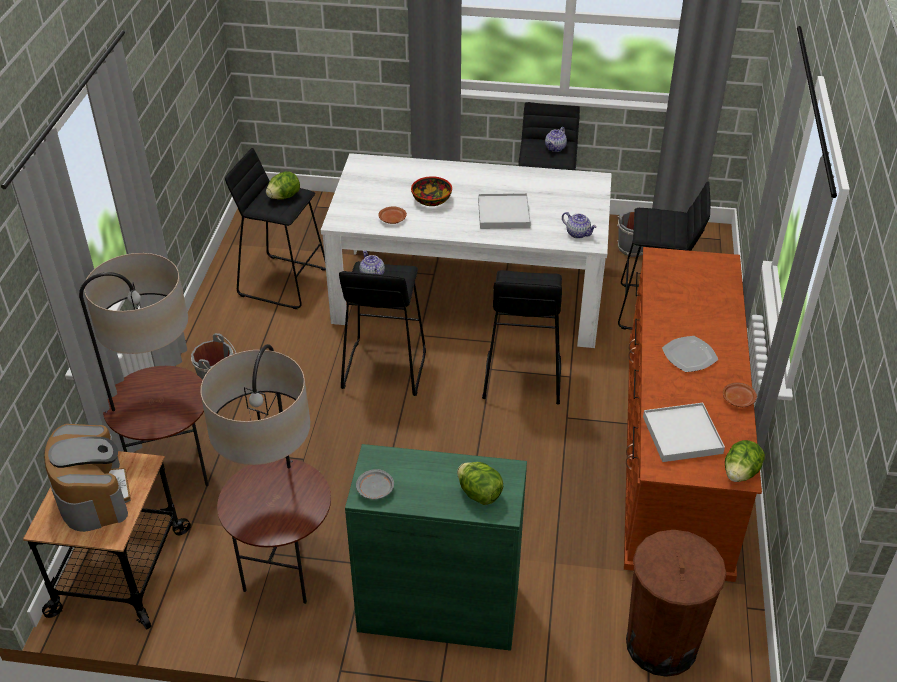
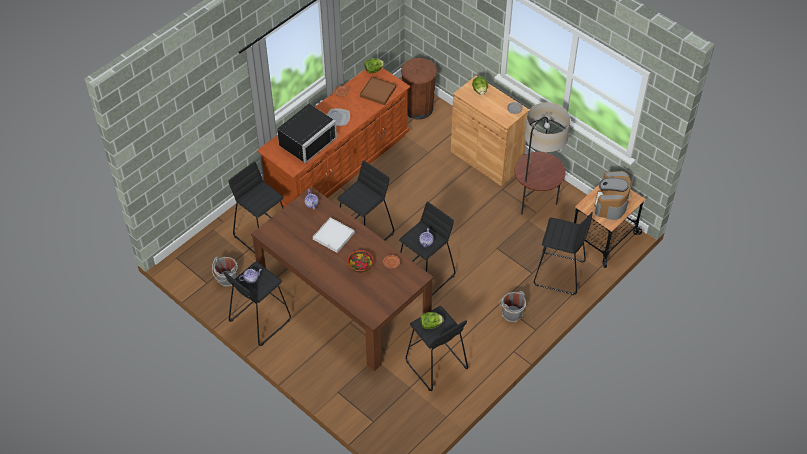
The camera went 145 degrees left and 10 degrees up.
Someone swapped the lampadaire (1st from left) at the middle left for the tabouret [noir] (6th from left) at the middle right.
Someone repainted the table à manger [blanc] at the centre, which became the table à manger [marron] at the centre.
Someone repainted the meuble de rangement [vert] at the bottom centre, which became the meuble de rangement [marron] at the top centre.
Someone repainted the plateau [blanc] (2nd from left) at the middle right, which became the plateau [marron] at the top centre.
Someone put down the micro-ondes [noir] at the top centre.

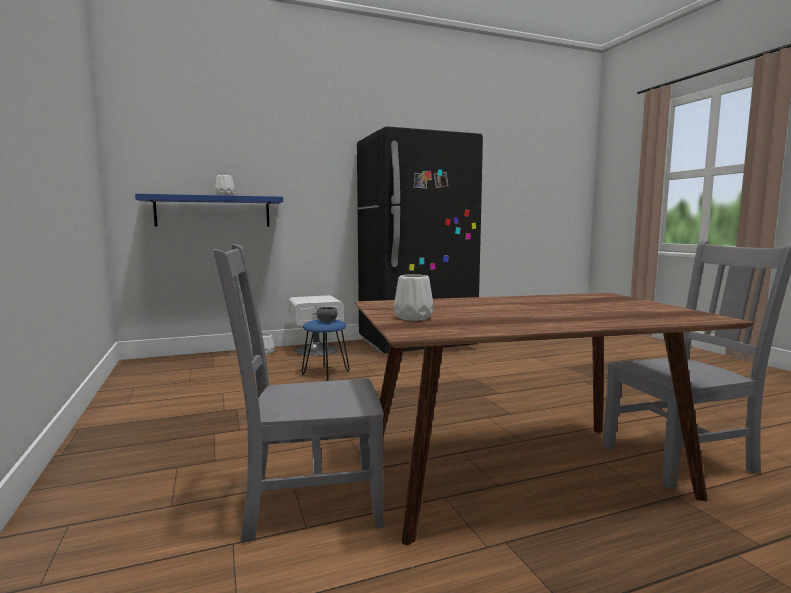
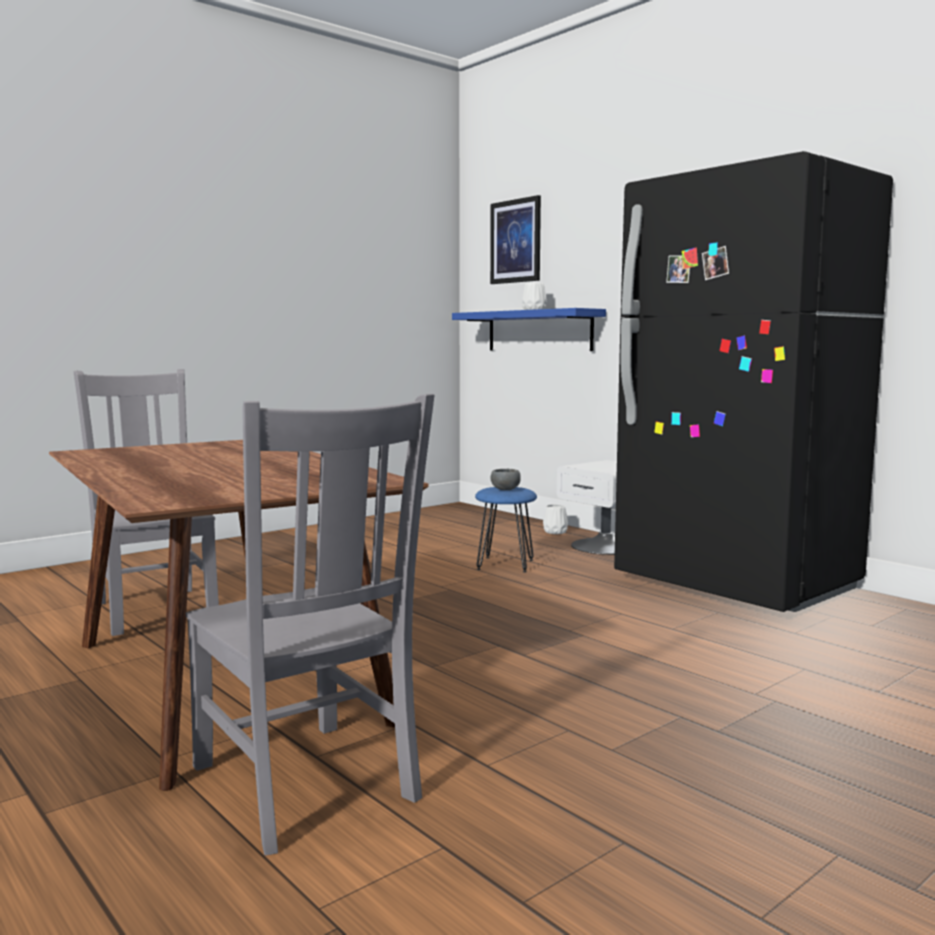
The camera went 70 degrees right and 0 degrees up.
Someone took away the vase [blanc] (3rd from left) at the centre.
Someone put up the tableau at the top centre.

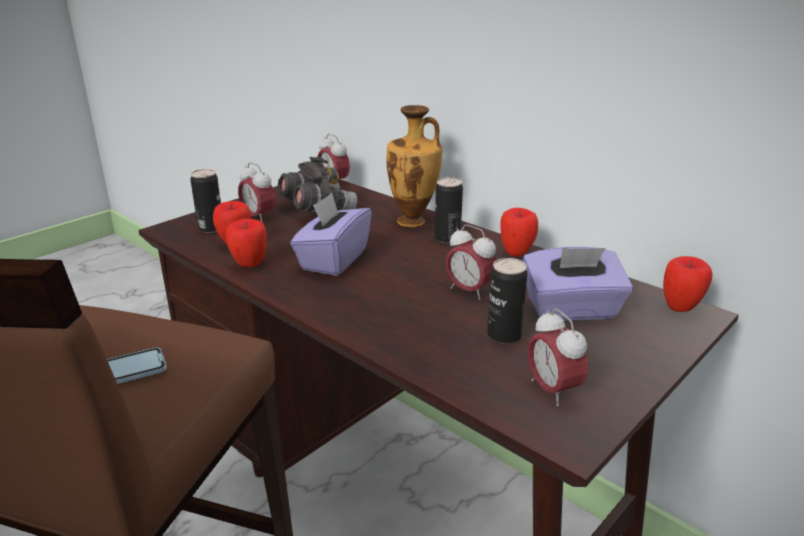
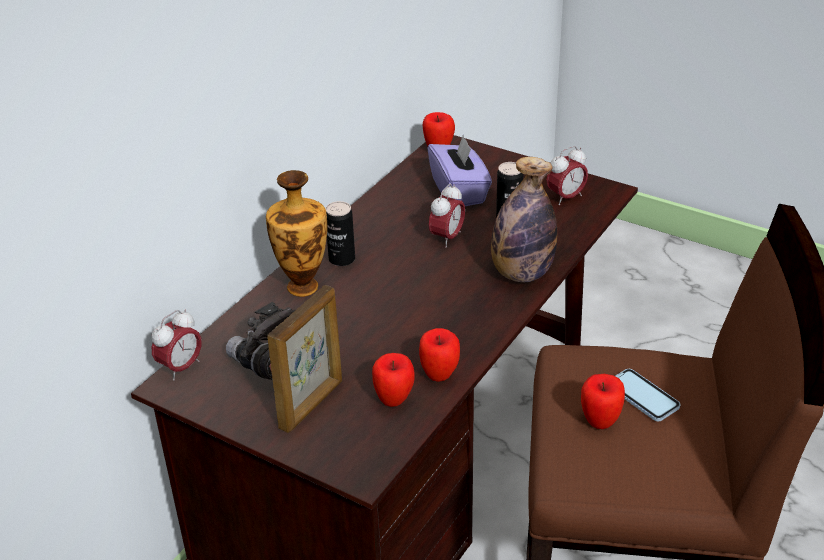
The camera went 100 degrees left and 10 degrees up.
Someone took away the boîte métallique (1st from left) at the middle left.
Someone swapped the réveil (1st from left) at the middle left for the cadre photo at the centre.
Someone took away the boîte à mouchoirs [violet] (1st from left) at the centre.
Someone carried the pomme (3rd from left in the first image) from the centre to the bottom right.
Someone put down the bouteille at the centre.

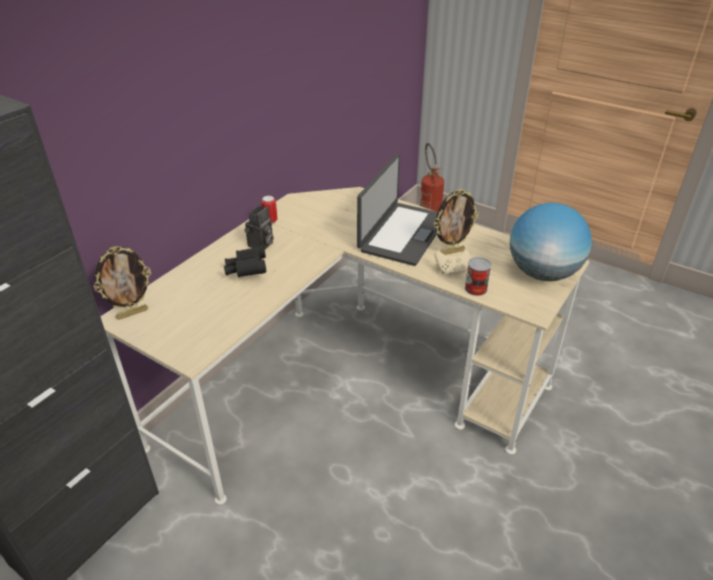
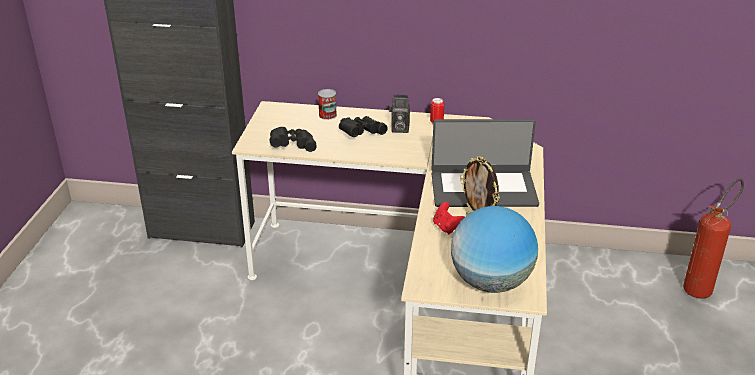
The camera went 65 degrees right and 5 degrees down.
Someone took away the cadre photo (1st from left) at the middle left.
Someone repainted the manette [beige] at the centre, which became the manette [rouge] at the centre.
Someone carried the boîte métallique (2nd from left in the first image) from the middle right to the top centre.
Someone put down the jumelles [noir] (1st from left) at the centre.

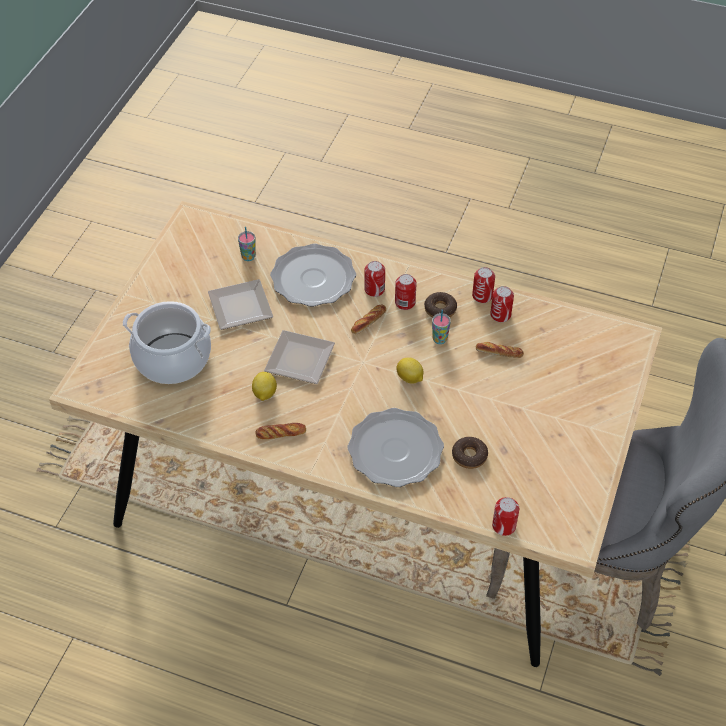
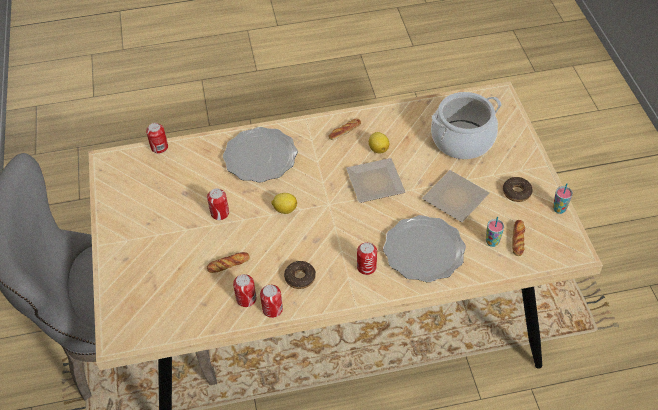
The camera went 150 degrees right and 0 degrees up.
Someone carried the pain (2nd from left in the first image) from the centre to the middle right.
Someone carried the boîte métallique (2nd from left) from the centre to the middle left.
Someone carried the tasse (2nd from left) from the centre to the middle right.
Someone carried the beignet (2nd from left) from the centre to the middle right.

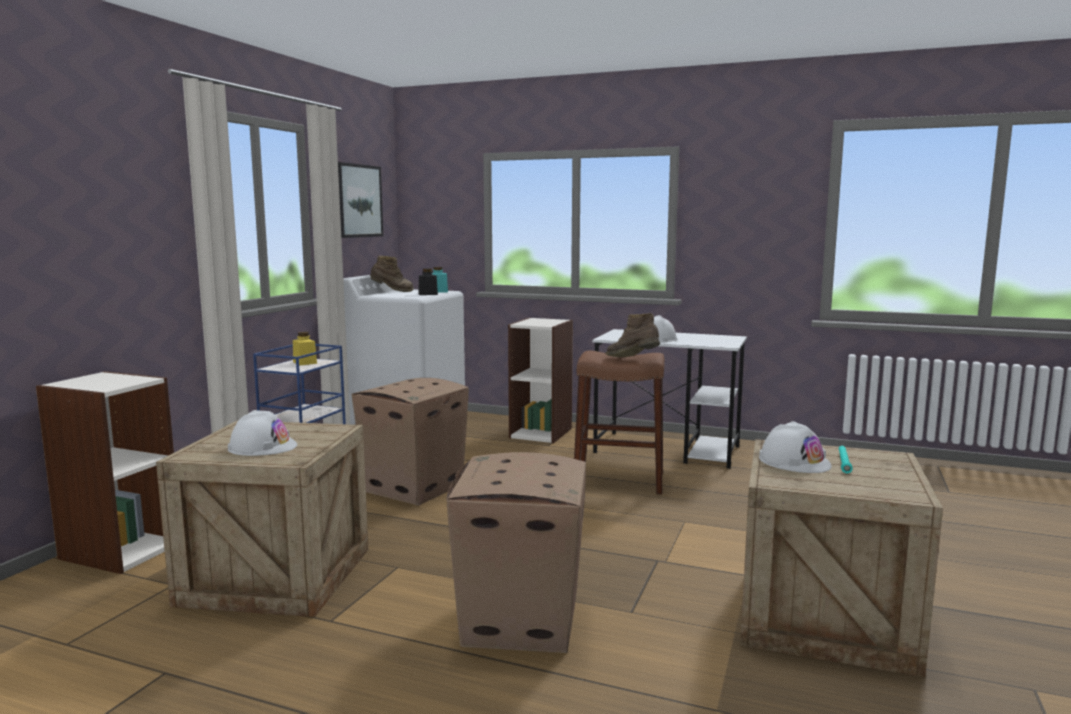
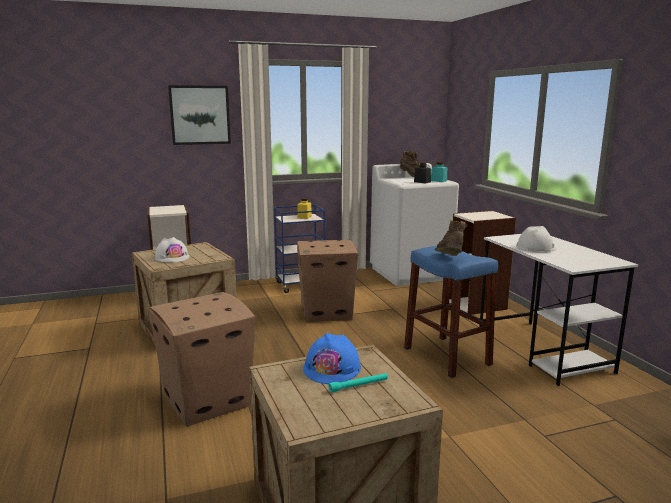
The camera went 50 degrees right and 5 degrees up.
Someone carried the tableau from the top centre to the top left.
Someone repainted the tabouret [marron] at the centre, which became the tabouret [bleu] at the middle right.
Someone repainted the casque de chantier [blanc] (3rd from left) at the middle right, which became the casque de chantier [bleu] at the bottom centre.

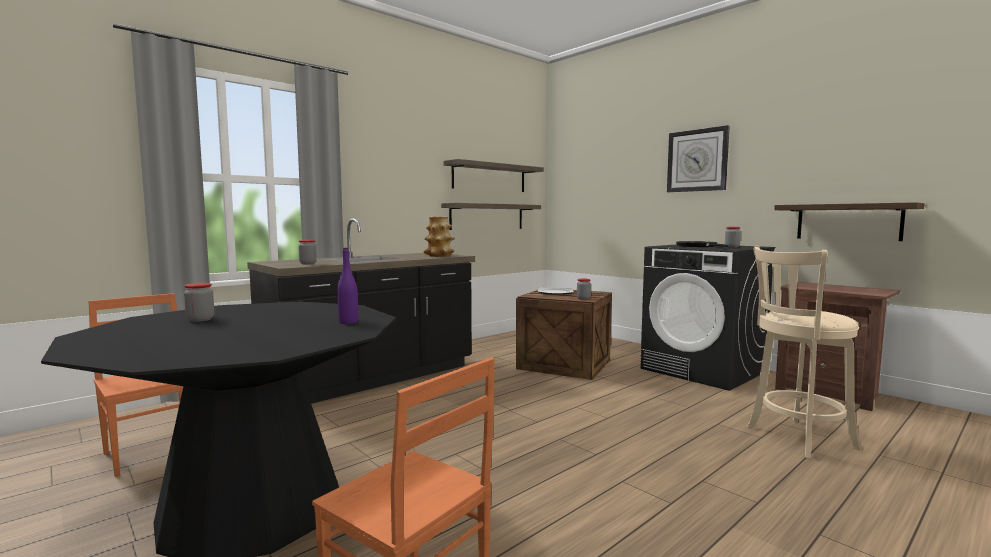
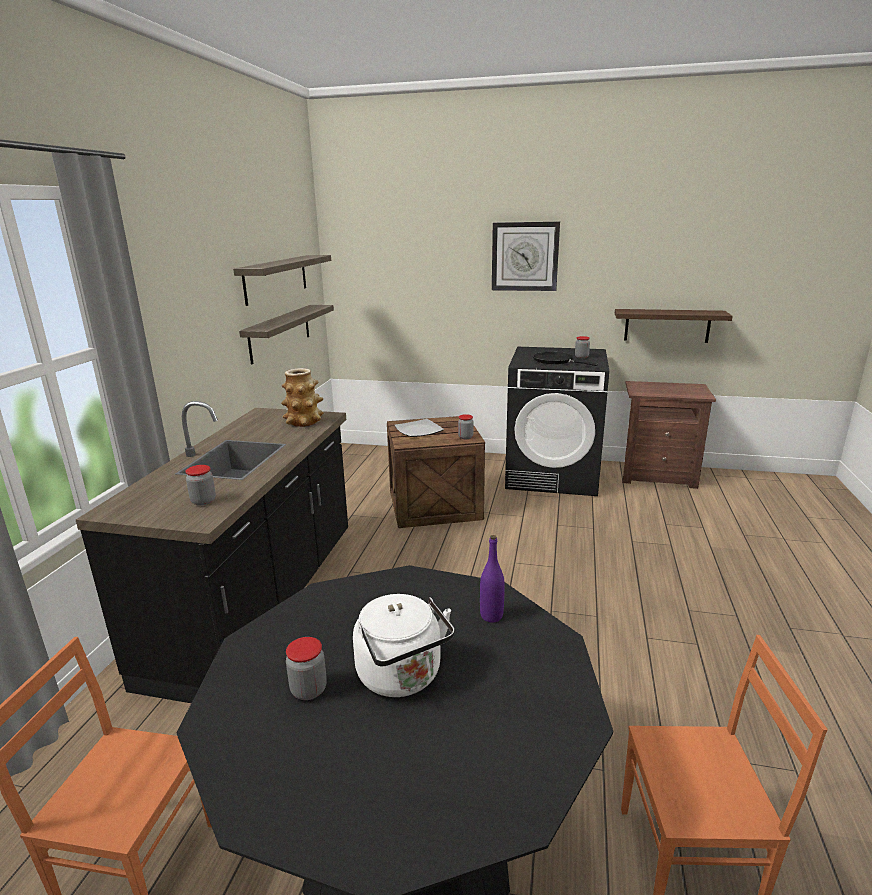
The camera went 35 degrees left and 15 degrees up.
Someone took away the tabouret [beige] at the middle right.
Someone put down the bouilloire [blanc] at the bottom centre.

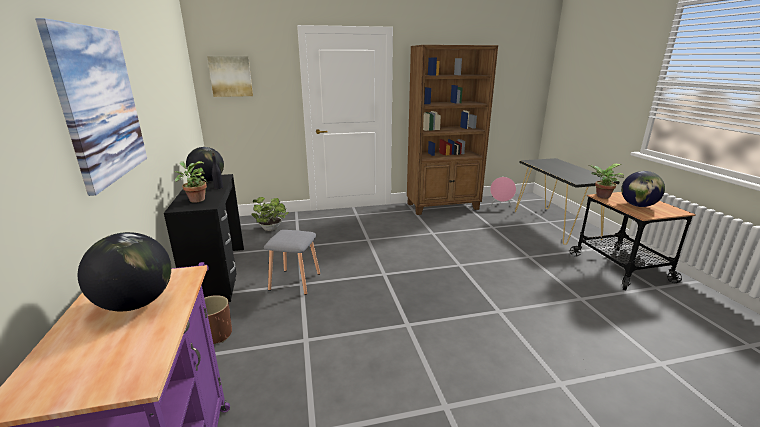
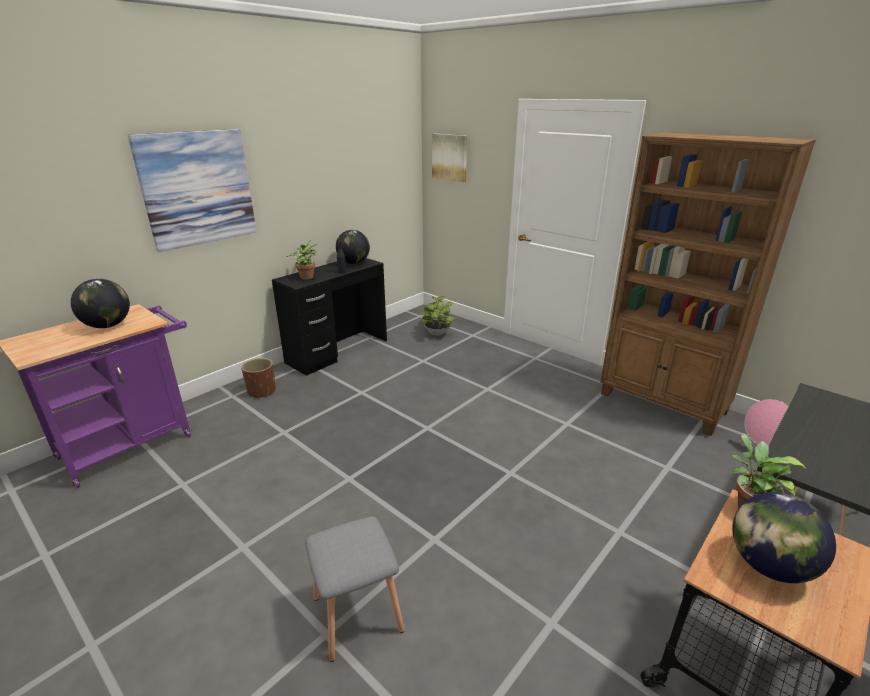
The camera went 55 degrees right and 5 degrees up.
Someone carried the tabouret [gris] from the centre to the bottom centre.

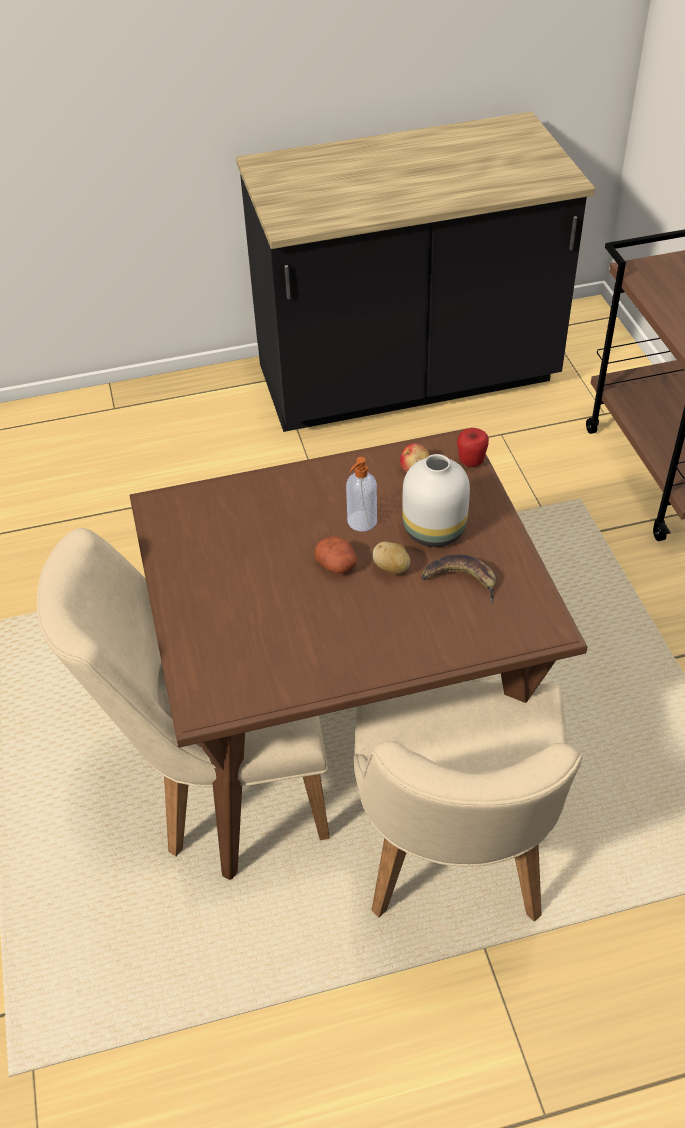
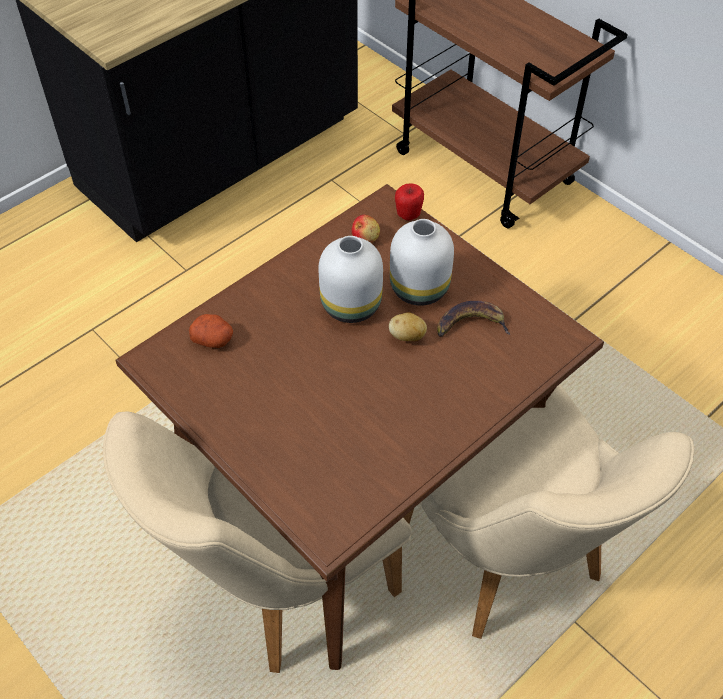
The camera went 30 degrees left and 5 degrees up.
Someone carried the pomme de terre (1st from left) from the centre to the middle left.
Someone swapped the distributeur de savon at the centre for the vase [blanc] (1st from left) at the centre.

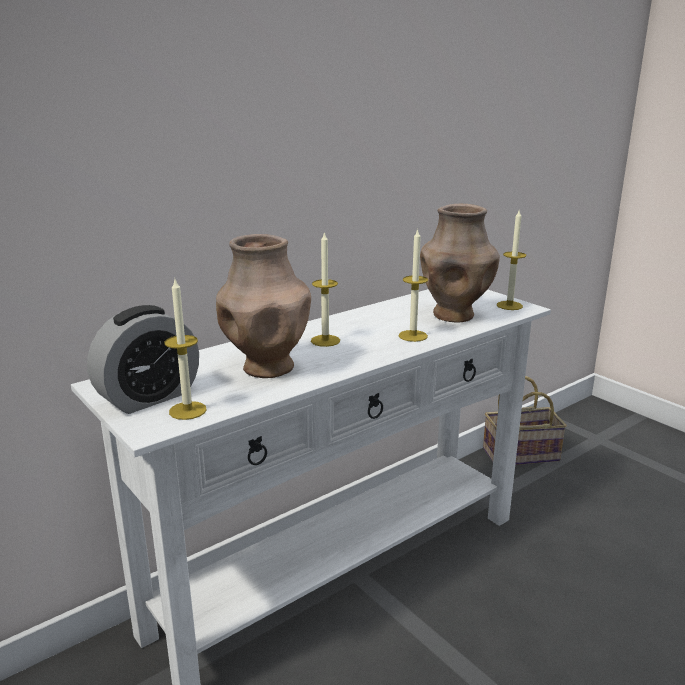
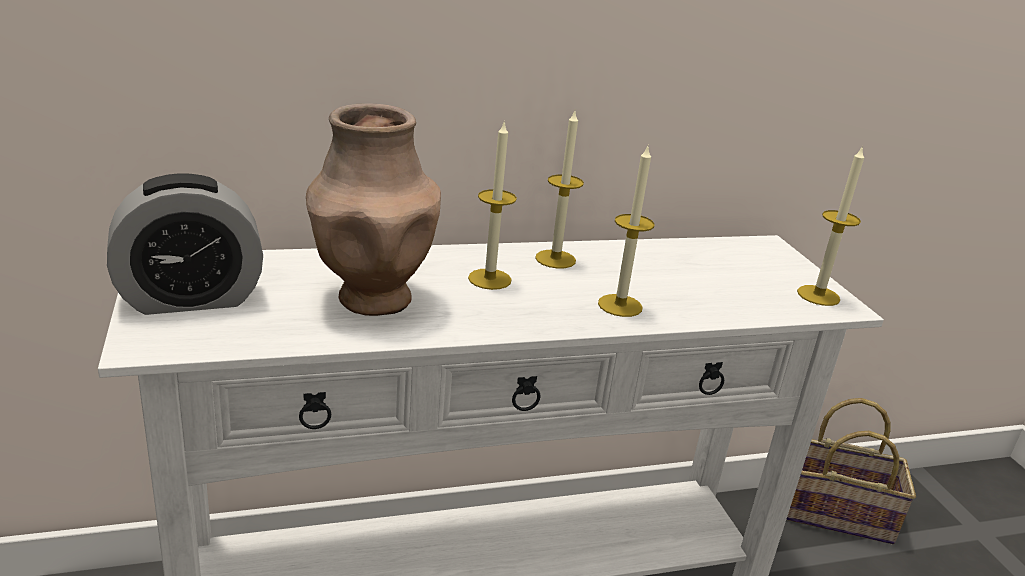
The camera went 20 degrees right and 5 degrees up.
Someone carried the bougie (1st from left in the first image) from the middle left to the top centre.
Someone took away the vase [marron] (2nd from left) at the middle right.

